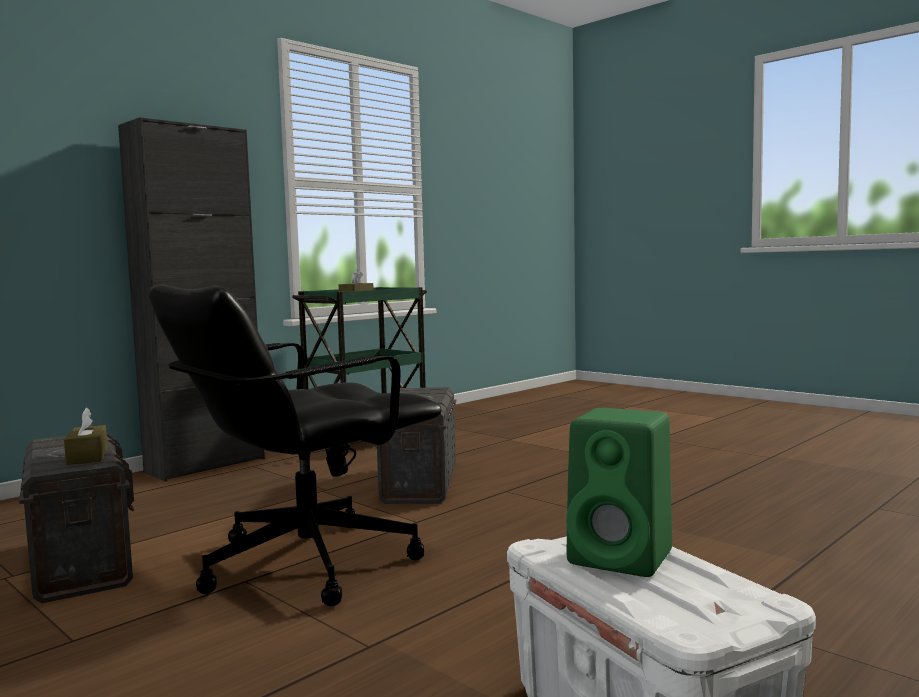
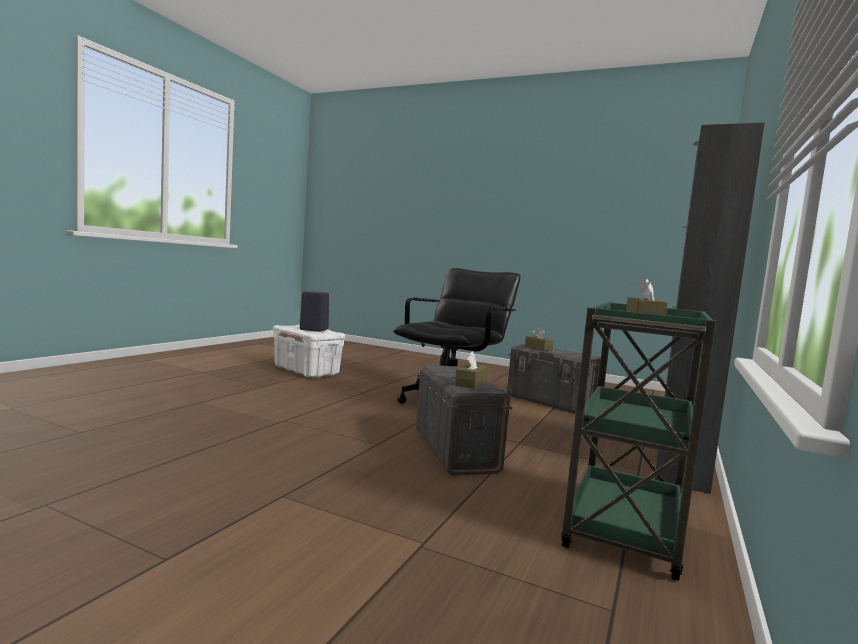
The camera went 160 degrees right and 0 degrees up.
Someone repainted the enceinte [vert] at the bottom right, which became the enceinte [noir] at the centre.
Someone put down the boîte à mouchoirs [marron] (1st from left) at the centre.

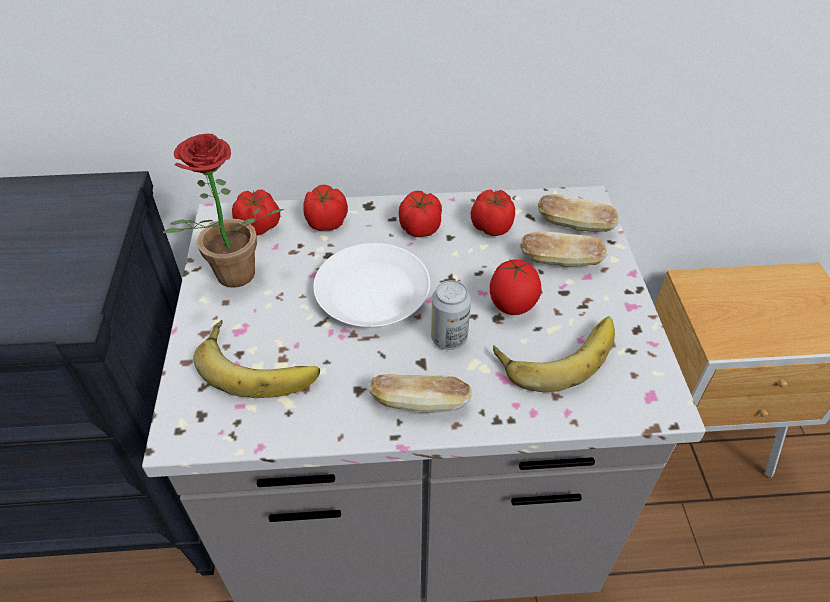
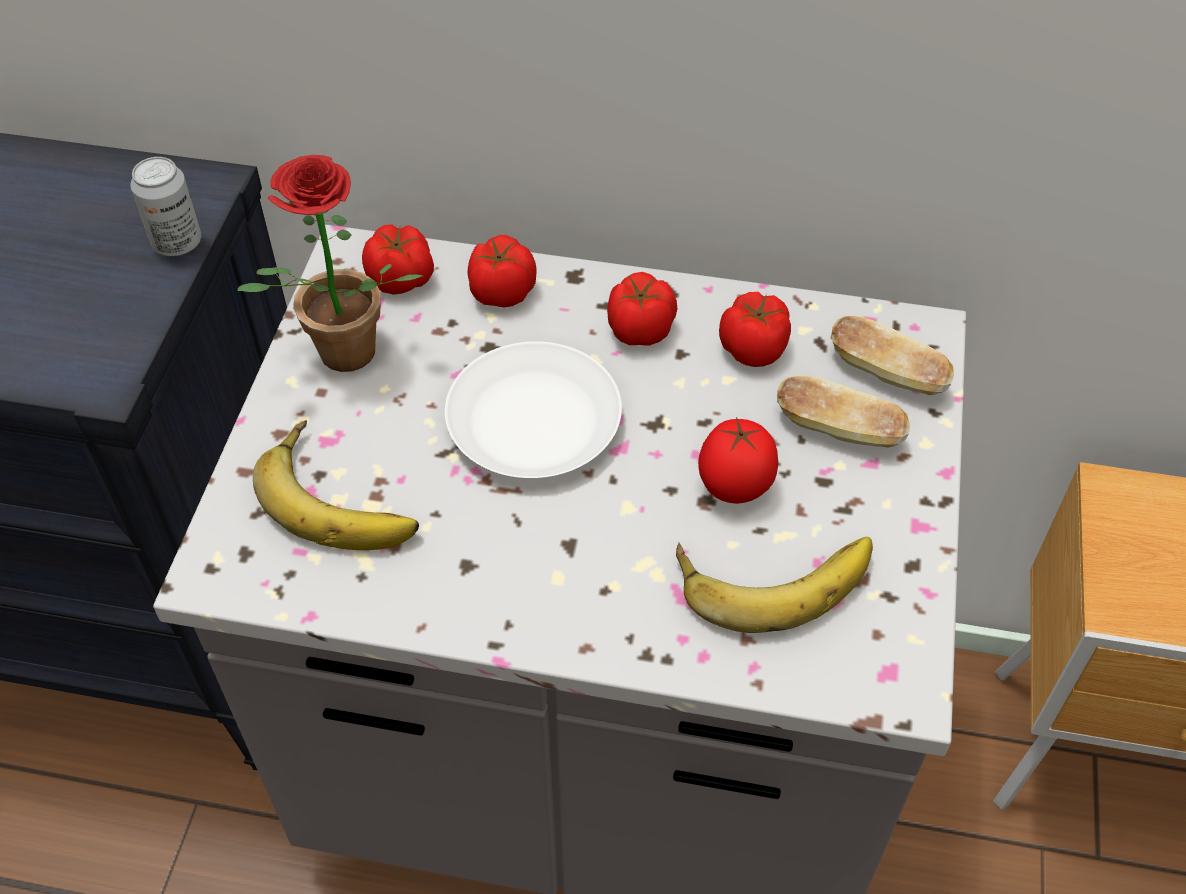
The camera went 15 degrees right and 5 degrees up.
Someone took away the pain (1st from left) at the centre.
Someone carried the boîte métallique from the centre to the top left.

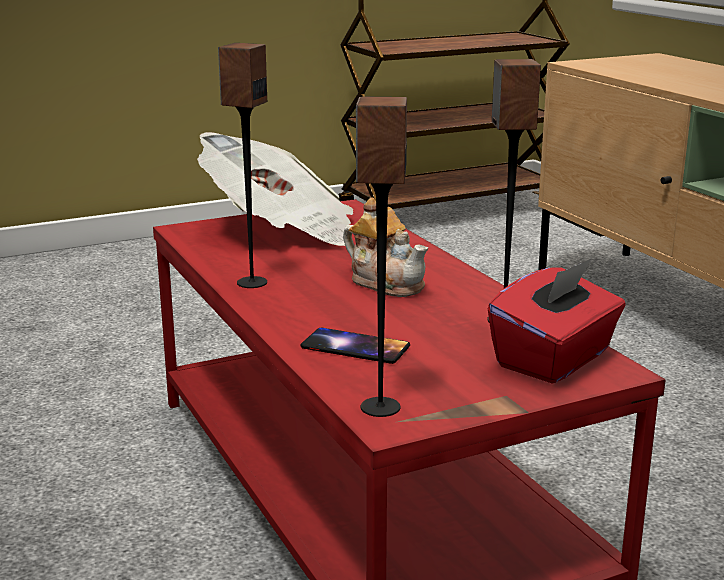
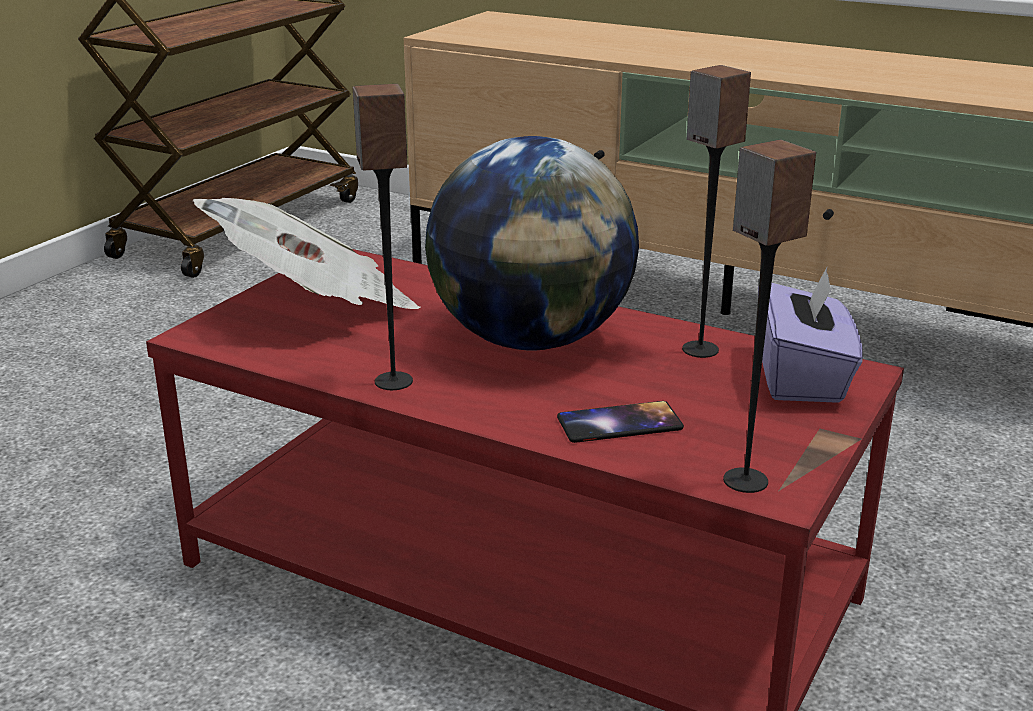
The camera went 35 degrees left and 5 degrees up.
Someone swapped the théière at the centre for the globe at the centre.
Someone repainted the boîte à mouchoirs [rouge] at the middle right, which became the boîte à mouchoirs [violet] at the middle right.

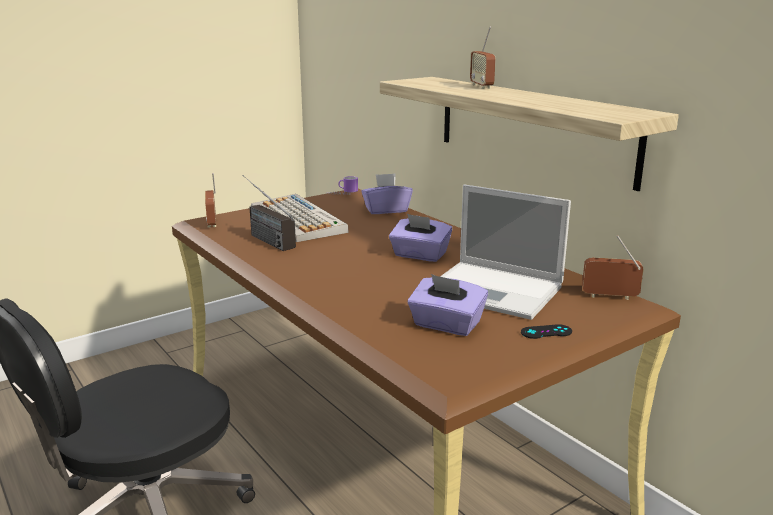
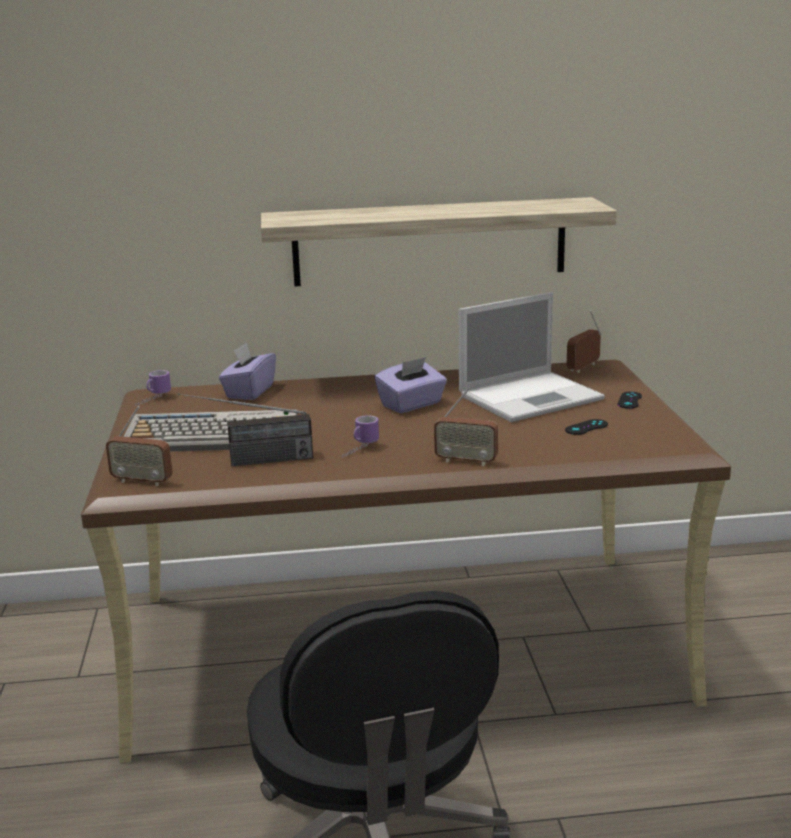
The camera went 60 degrees left and 0 degrees up.
Someone swapped the boîte à mouchoirs [violet] (3rd from left) at the centre for the manette [noir] (1st from left) at the middle right.
Someone carried the radio (3rd from left) from the top centre to the centre.
Someone put down the mug (2nd from left) at the centre.

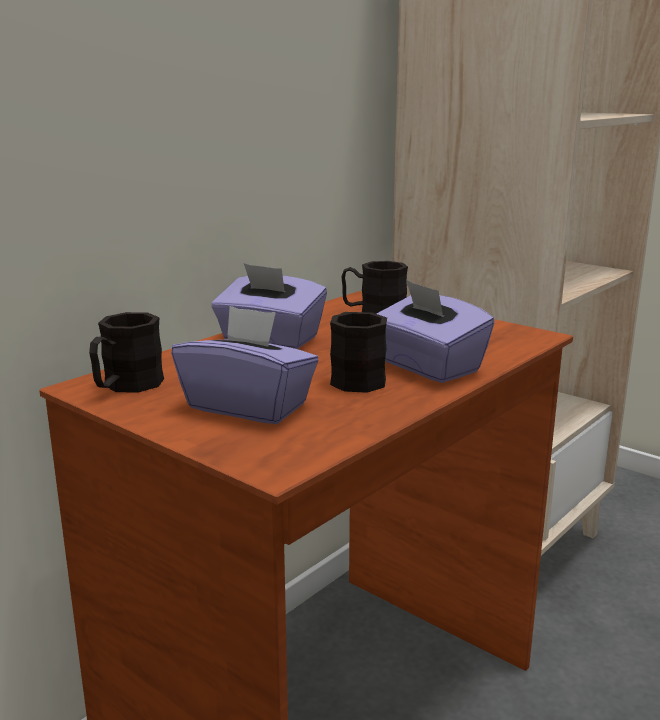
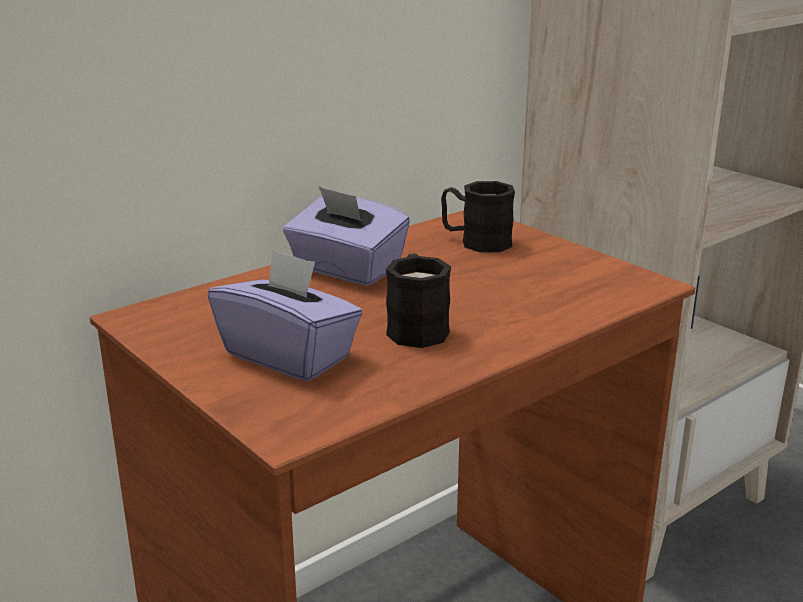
The camera went 10 degrees right and 5 degrees up.
Someone took away the mug [noir] (1st from left) at the middle left.
Someone took away the boîte à mouchoirs [violet] (3rd from left) at the centre.

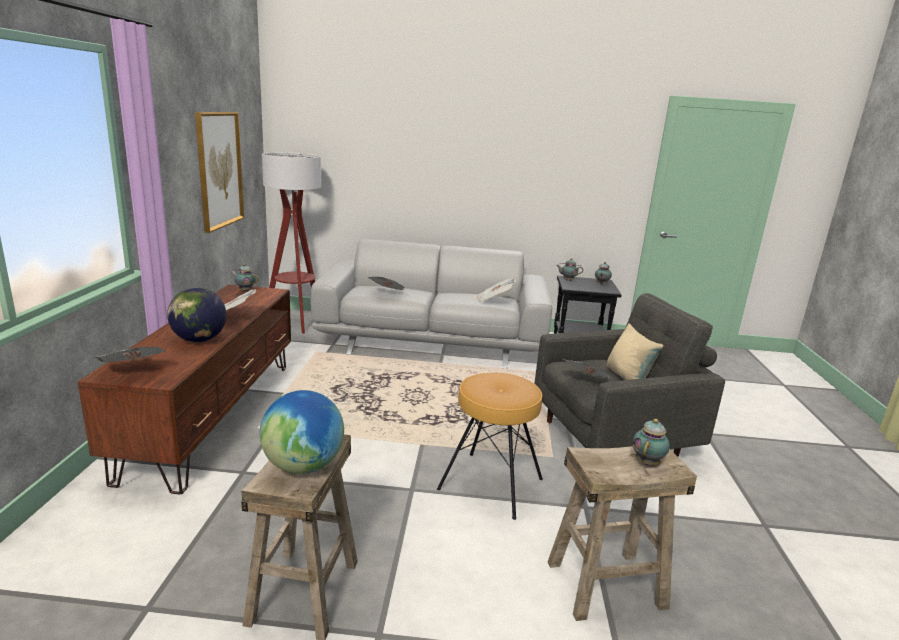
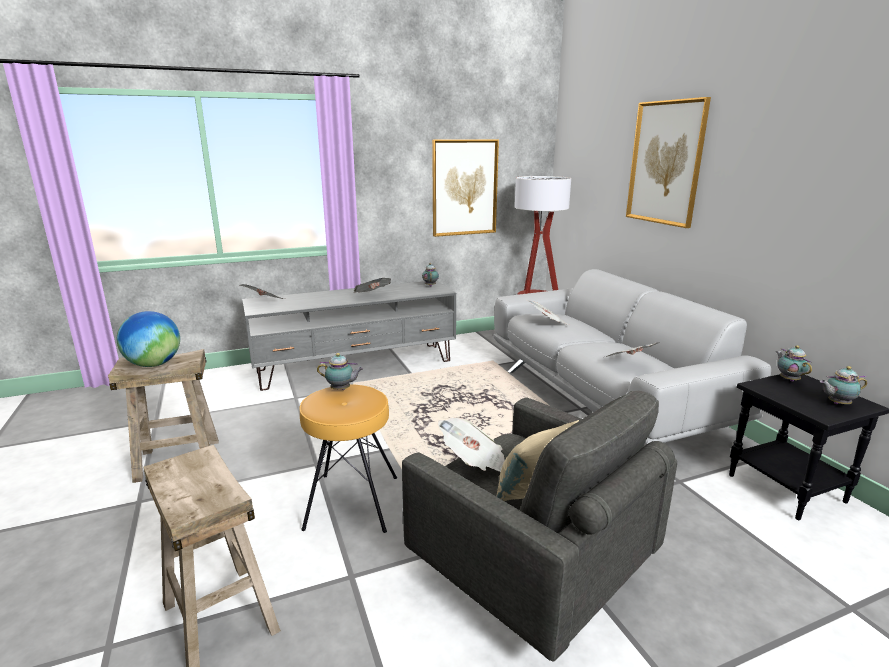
The camera went 65 degrees right and 0 degrees up.
Someone repainted the meuble télé [marron] at the middle left, which became the meuble télé [gris] at the centre.
Someone took away the globe (1st from left) at the middle left.
Someone carried the théière (4th from left in the first image) from the bottom right to the centre.
Someone put up the tableau (2nd from left) at the top right.

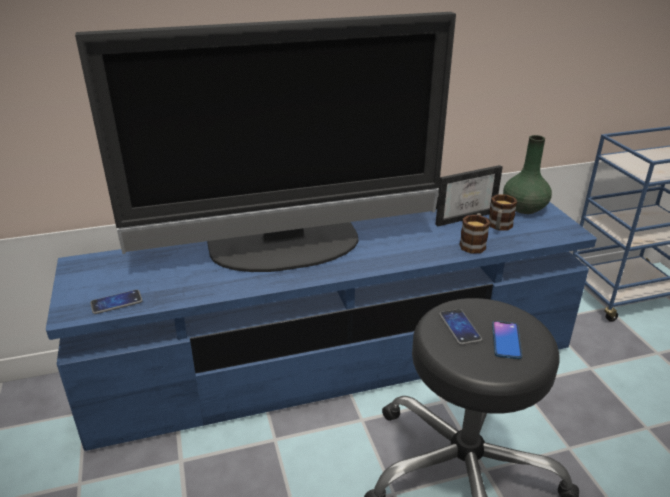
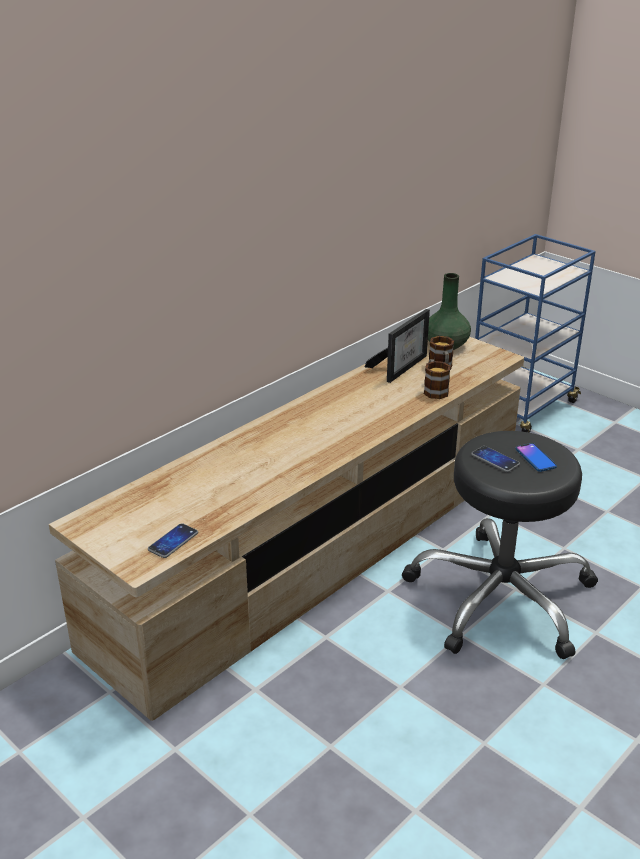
The camera went 30 degrees left and 0 degrees up.
Someone repainted the meuble télé [bleu] at the centre, which became the meuble télé [beige] at the centre.
Someone took away the téléviseur at the top centre.

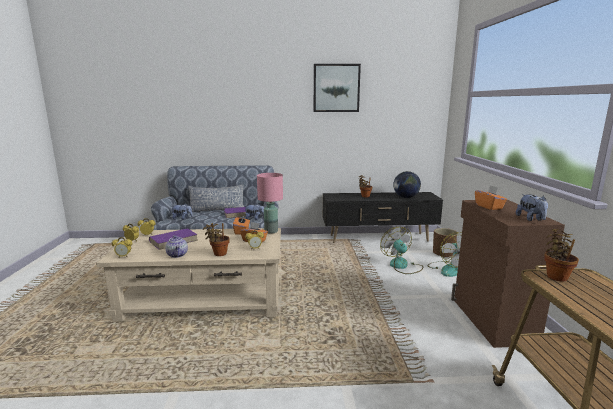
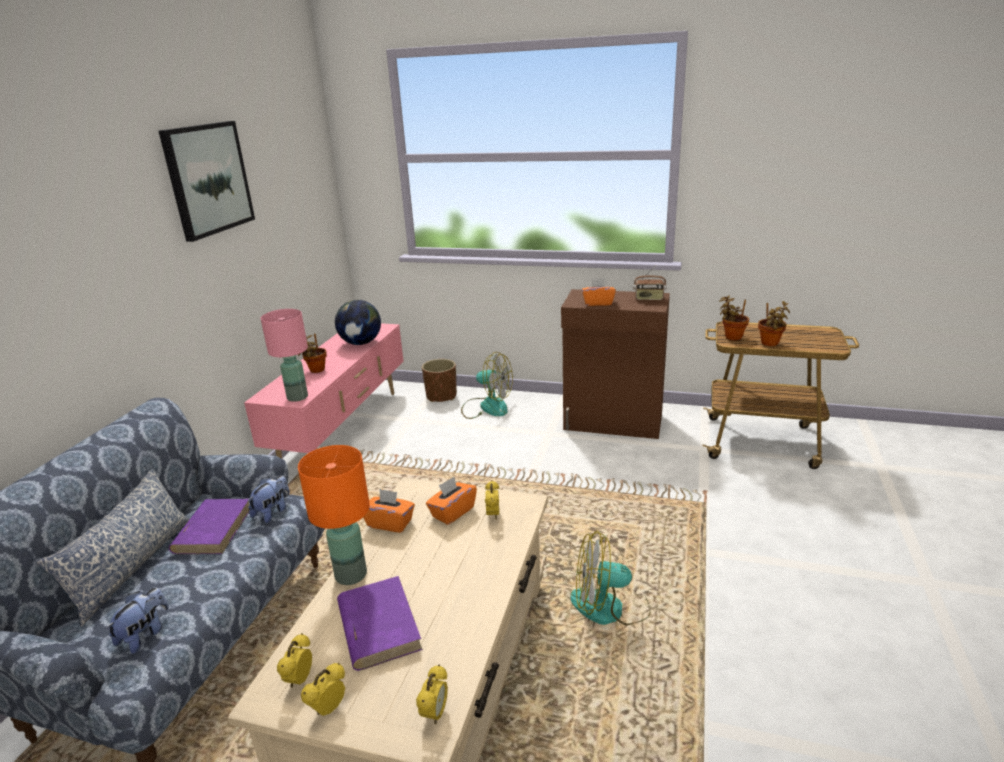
The camera went 70 degrees left and 10 degrees up.
Someone took away the théière at the middle left.
Someone carried the plante en pot (1st from left in the first image) from the centre to the middle right.
Someone carried the lampe de table [rose] from the centre to the middle left.
Someone repainted the meuble télé [noir] at the centre, which became the meuble télé [rose] at the middle left.
Someone carried the ventilateur (1st from left in the first image) from the centre to the bottom centre.
Someone swapped the peluche (3rd from left) at the middle right for the radio at the centre.
Someone put down the lampe de table [orange] at the bottom left.

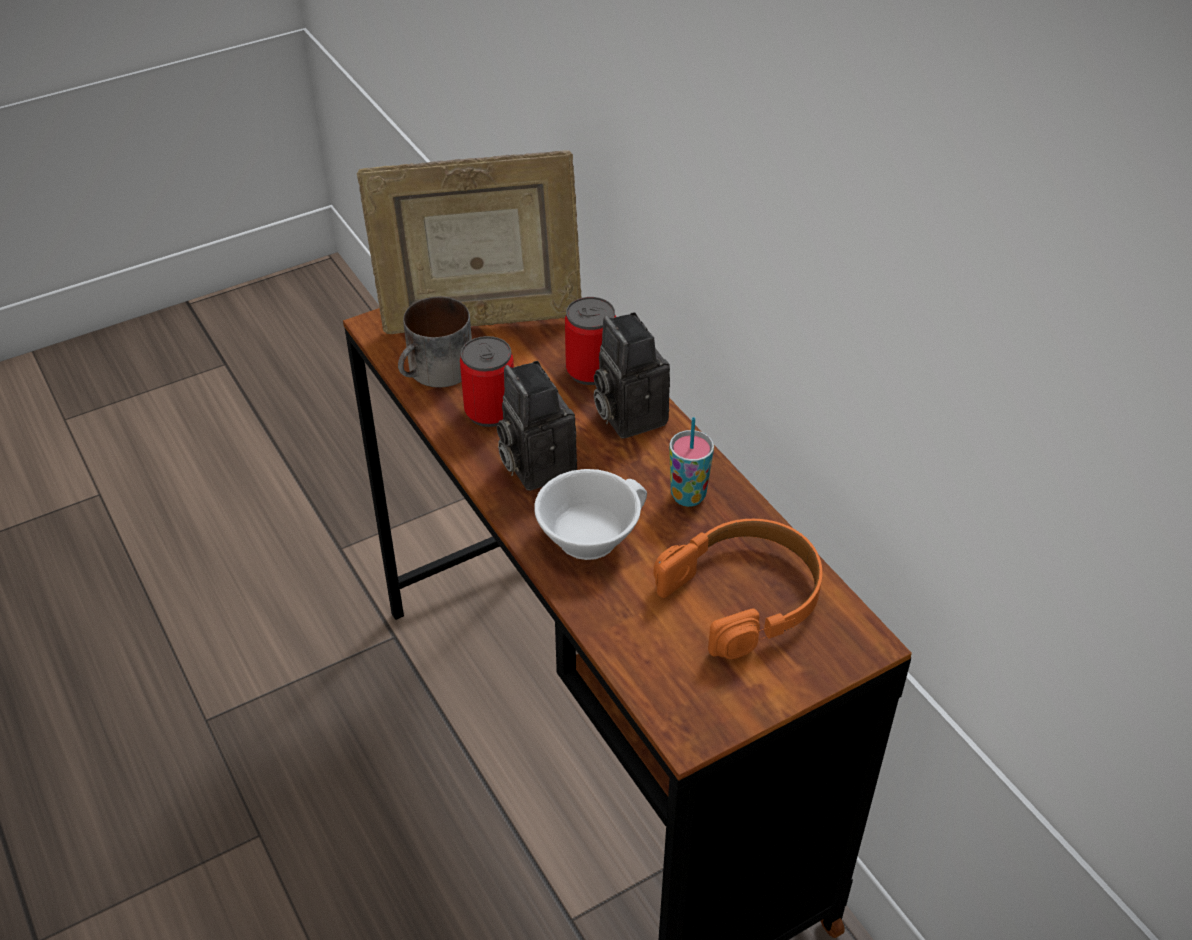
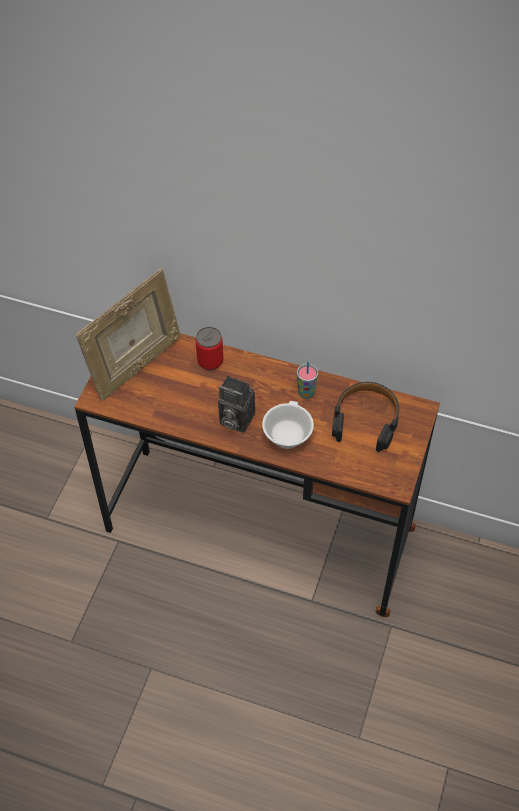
The camera went 40 degrees left and 10 degrees up.
Someone took away the mug at the centre.
Someone took away the boîte métallique (1st from left) at the centre.
Someone took away the appareil photo (2nd from left) at the centre.
Someone repainted the casque audio [orange] at the centre, which became the casque audio [noir] at the middle right.

